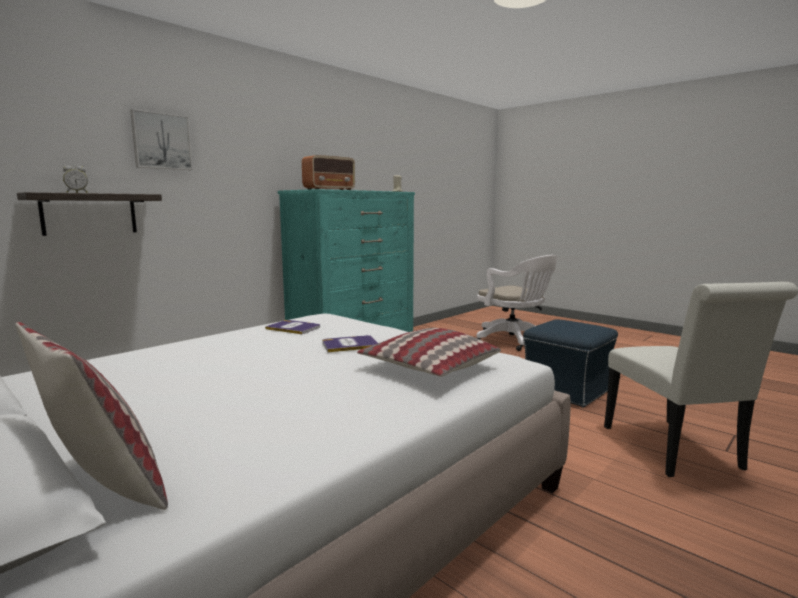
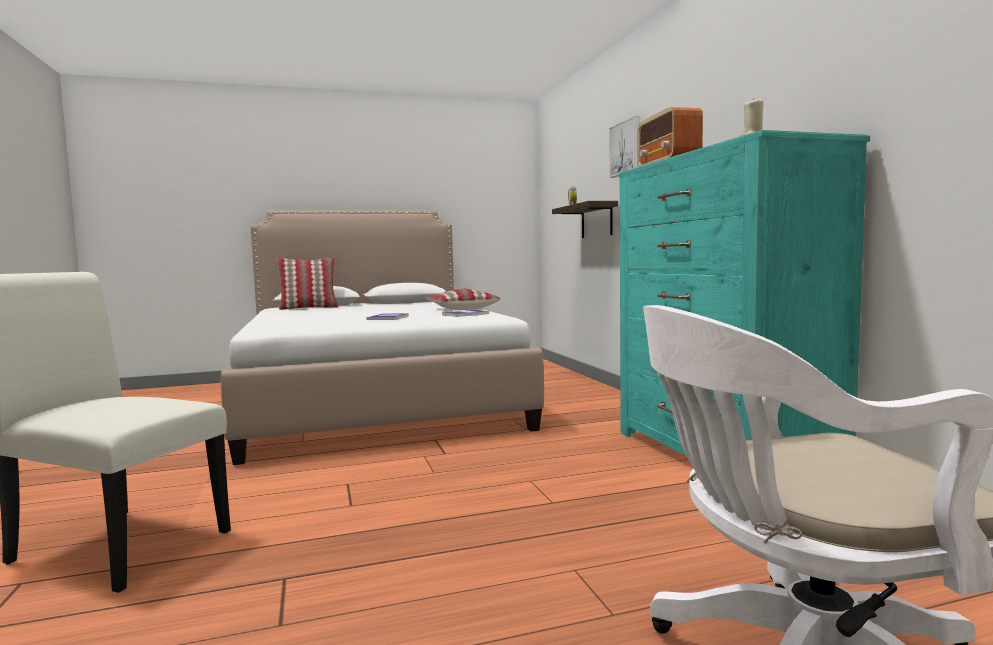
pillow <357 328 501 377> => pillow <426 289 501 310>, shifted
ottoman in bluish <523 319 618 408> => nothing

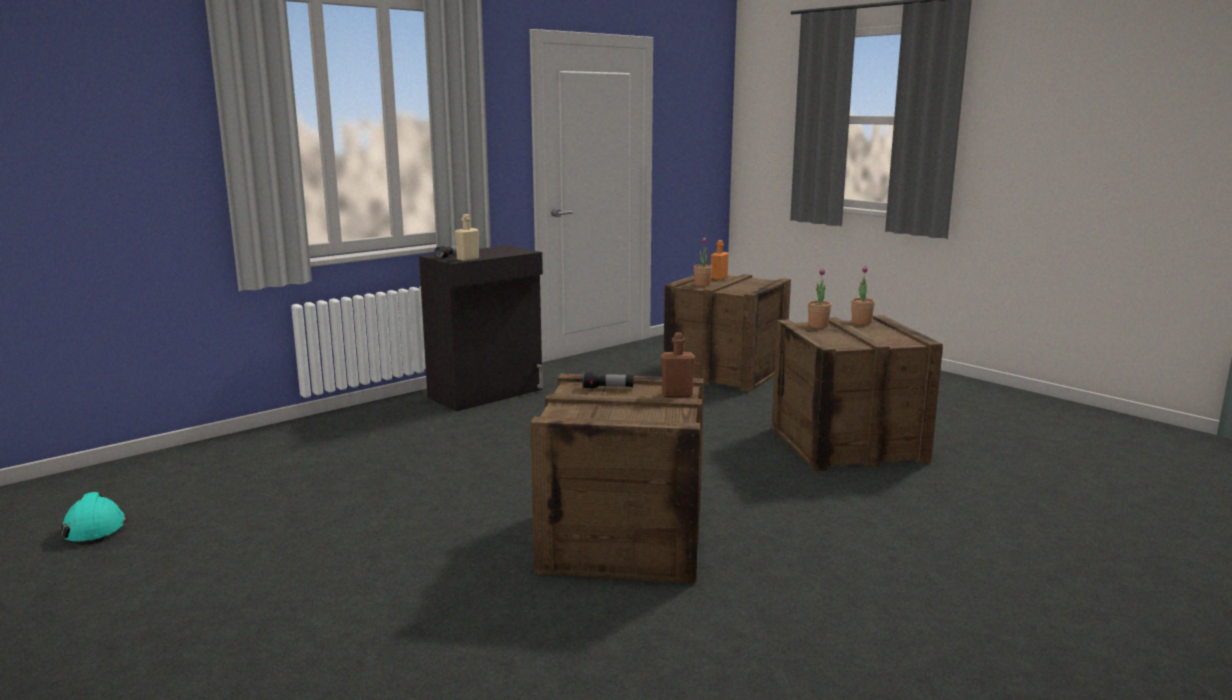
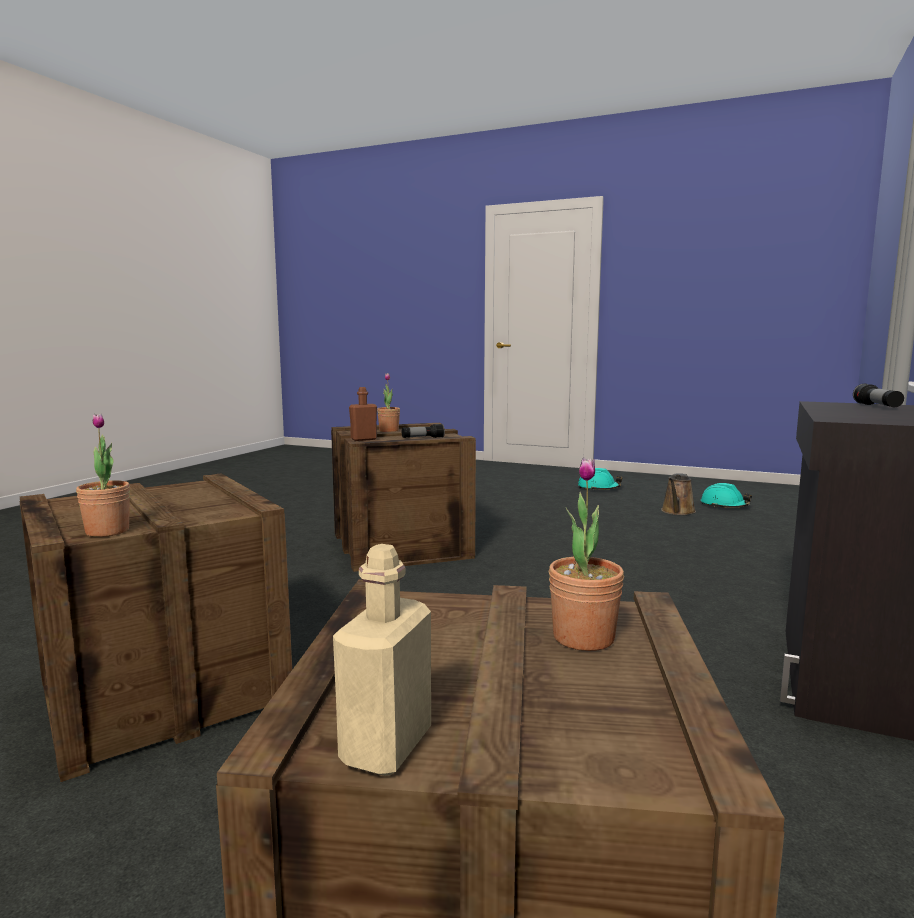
bottle in beige-coloured <455 214 479 261> => bottle in beige-coloured <333 544 431 776>, shifted
houseplant <808 268 832 328> => houseplant <377 373 400 432>, shifted
nothing => hard hat in turquoise-coloured <578 468 623 491>
nothing => watering pot in brown <661 473 696 515>
bottle in orange <711 240 729 280> => nothing

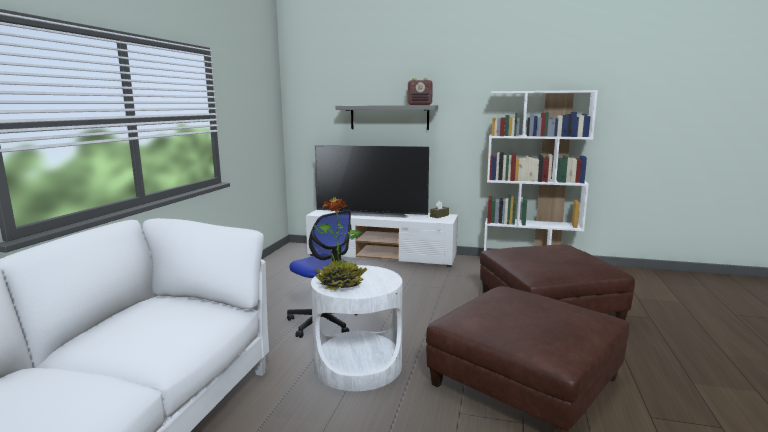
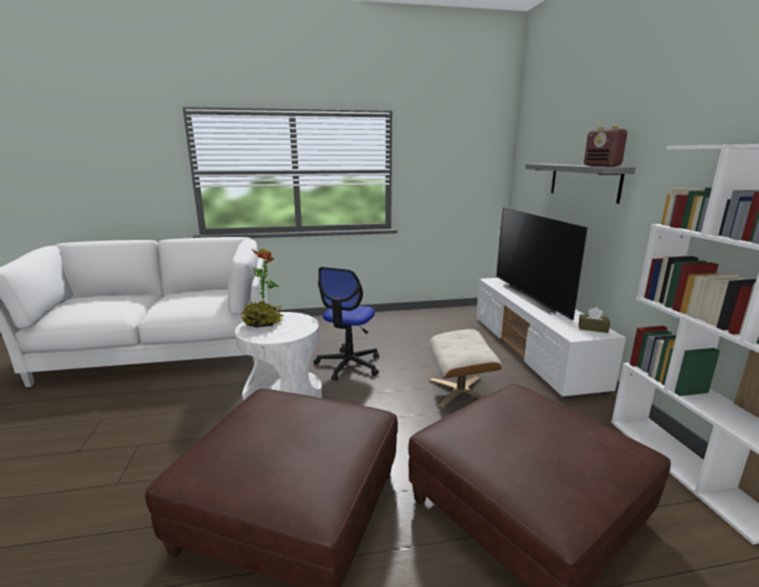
nothing => ottoman in beige-coloured <429 329 502 409>

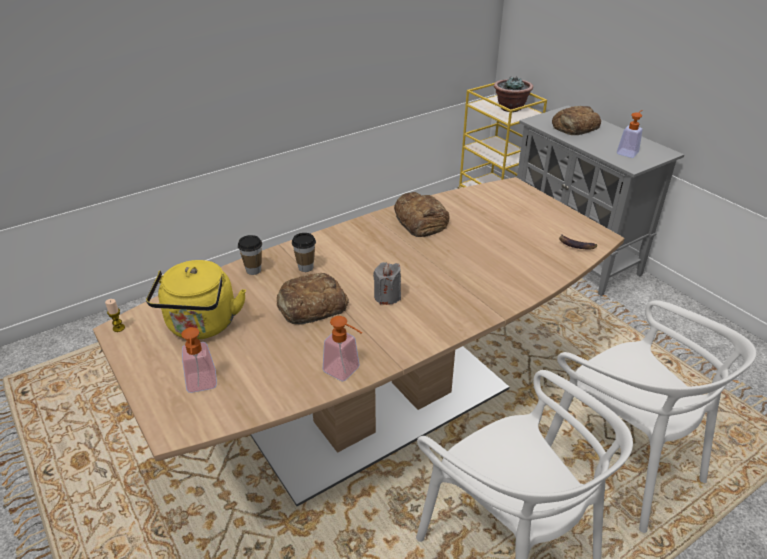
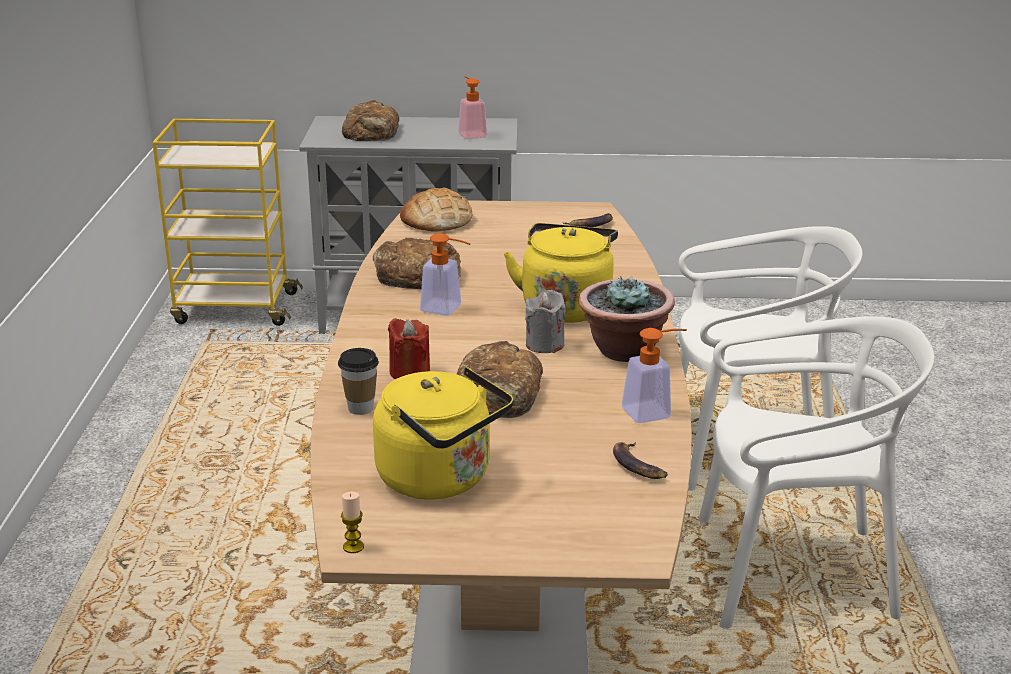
small cup <292 233 316 272> => candle in red-coloured <388 318 430 379>
nothing => baked bread <400 187 472 231>
soap bottle <181 327 217 393> => soap bottle <420 233 471 316>, shifted
nothing => water kettle in yellowish <504 223 618 323>
houseplant <494 76 533 112> => houseplant <579 275 675 362>, shifted
nothing => whole banana <613 442 668 479>

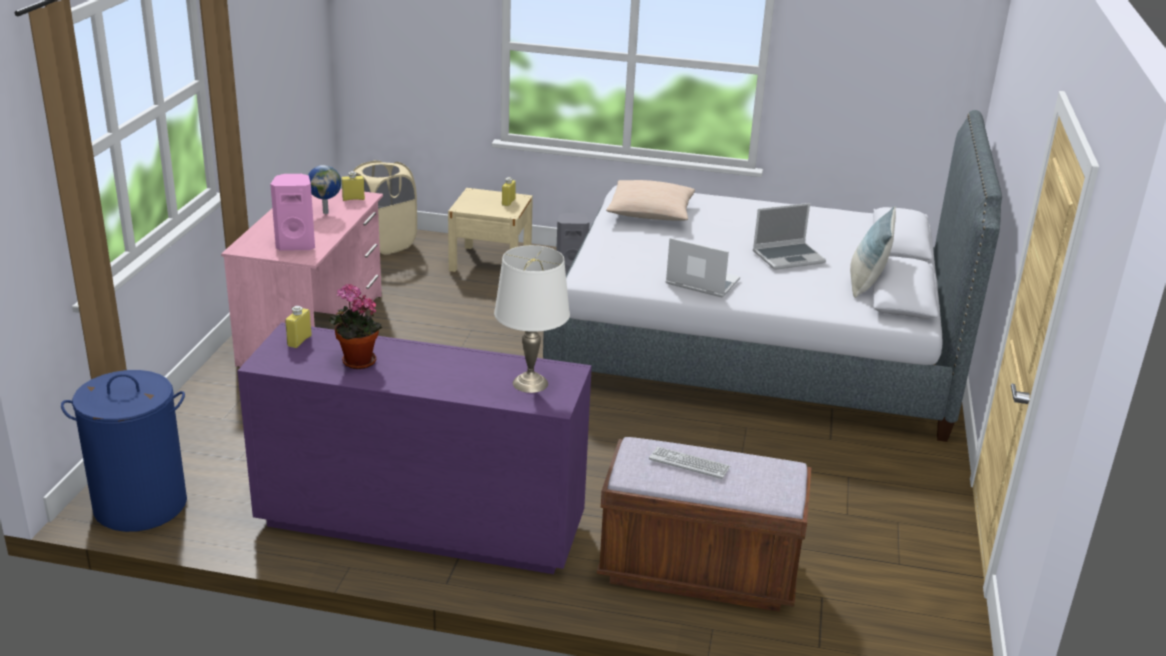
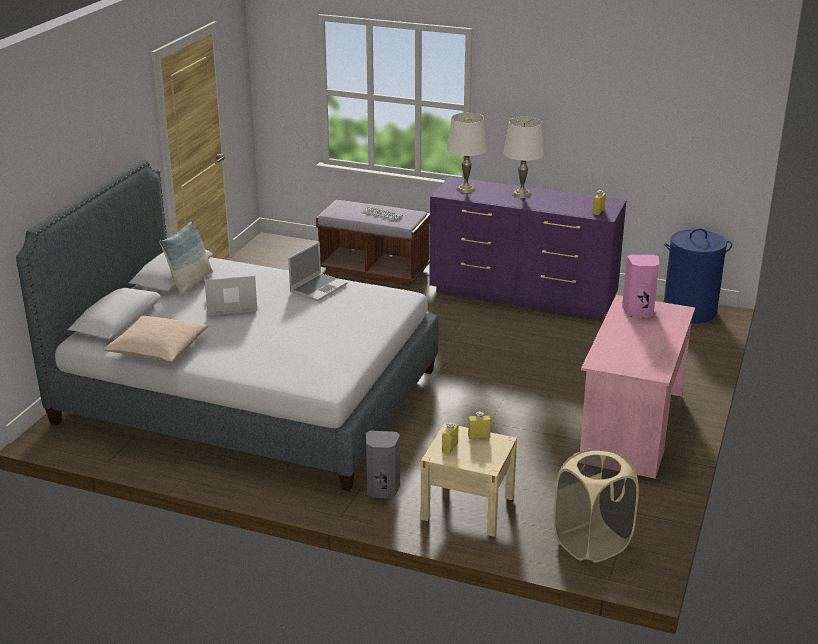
pillow in beige-coloured <606 180 695 221> => pillow in beige-coloured <104 315 208 362>, shifted
laptop <666 238 740 298> => laptop <288 242 348 302>, 90 degrees counterclockwise
bottle in yellowish <341 171 365 201> => bottle in yellowish <468 411 491 439>, shifted
nothing => lamp for a table in white-coloured <504 117 544 198>
world globe <308 165 341 214> => nothing
houseplant <329 284 382 369> => nothing

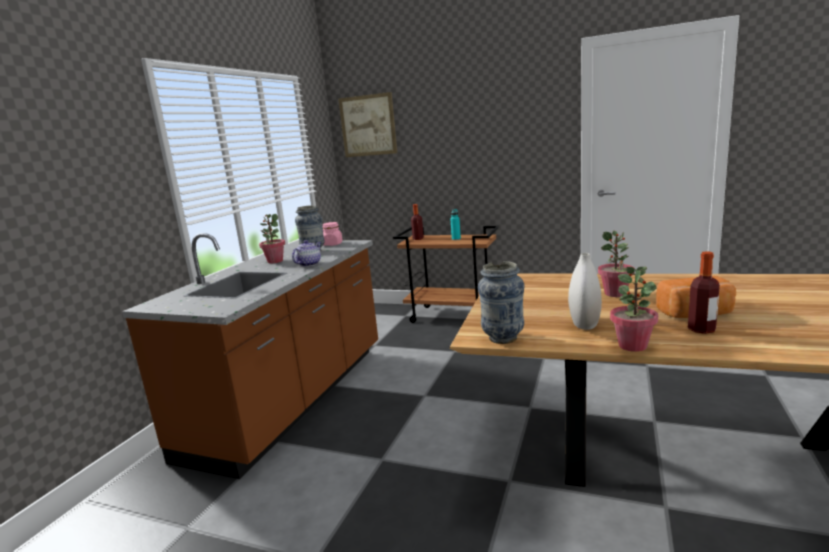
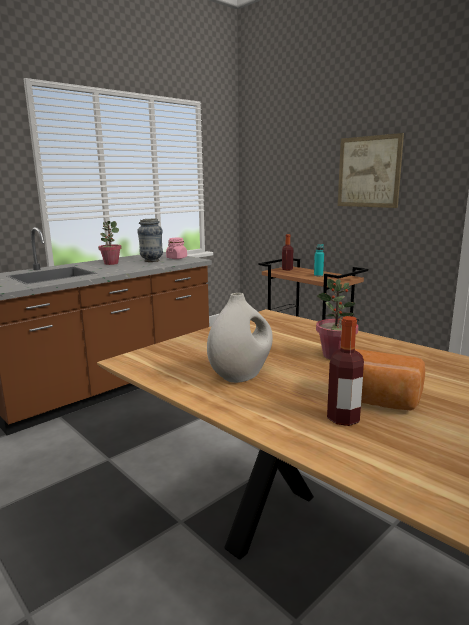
wall picture <338 92 397 157> => wall picture <338 133 404 208>, shifted
pot for tea <292 240 321 267> => nothing
decorative vase <478 261 525 344> => nothing
houseplant <610 267 658 352> => nothing

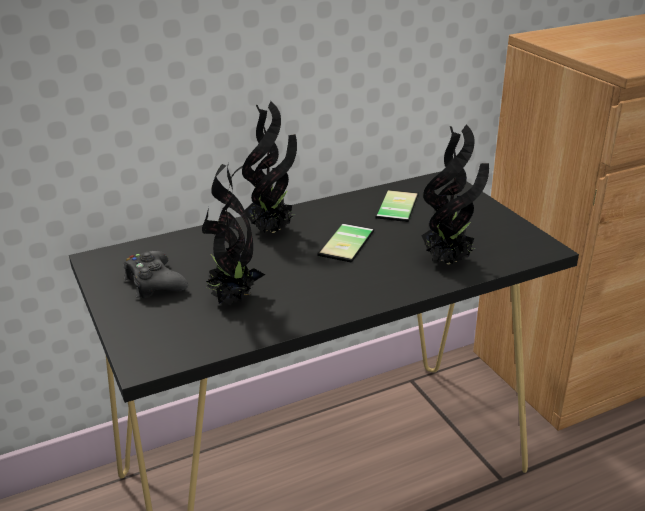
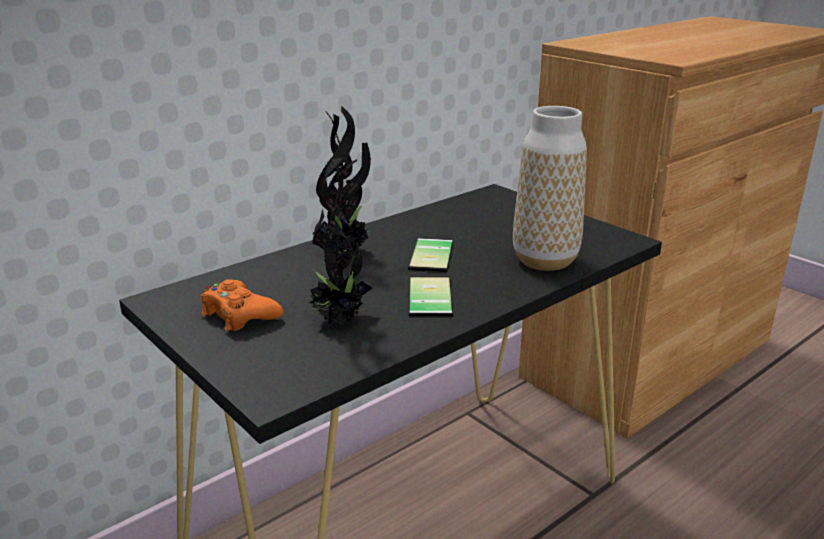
game controller in black-coloured <123 251 188 298> => game controller in orange <200 279 283 331>
phone <376 189 419 222> => phone <409 276 453 317>, shifted
houseplant <421 124 489 264> => decorative vase <513 106 587 271>

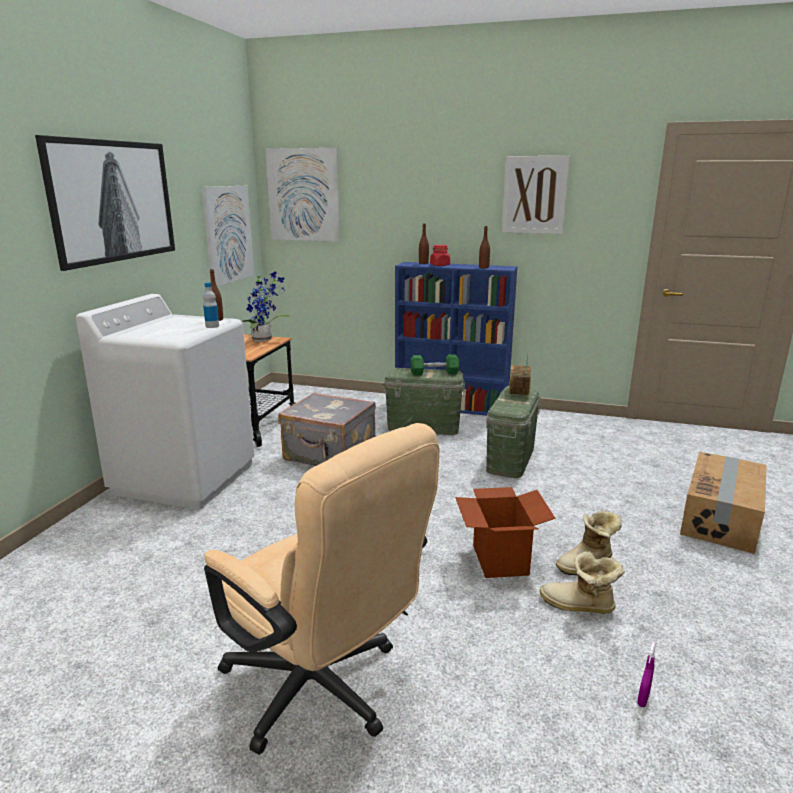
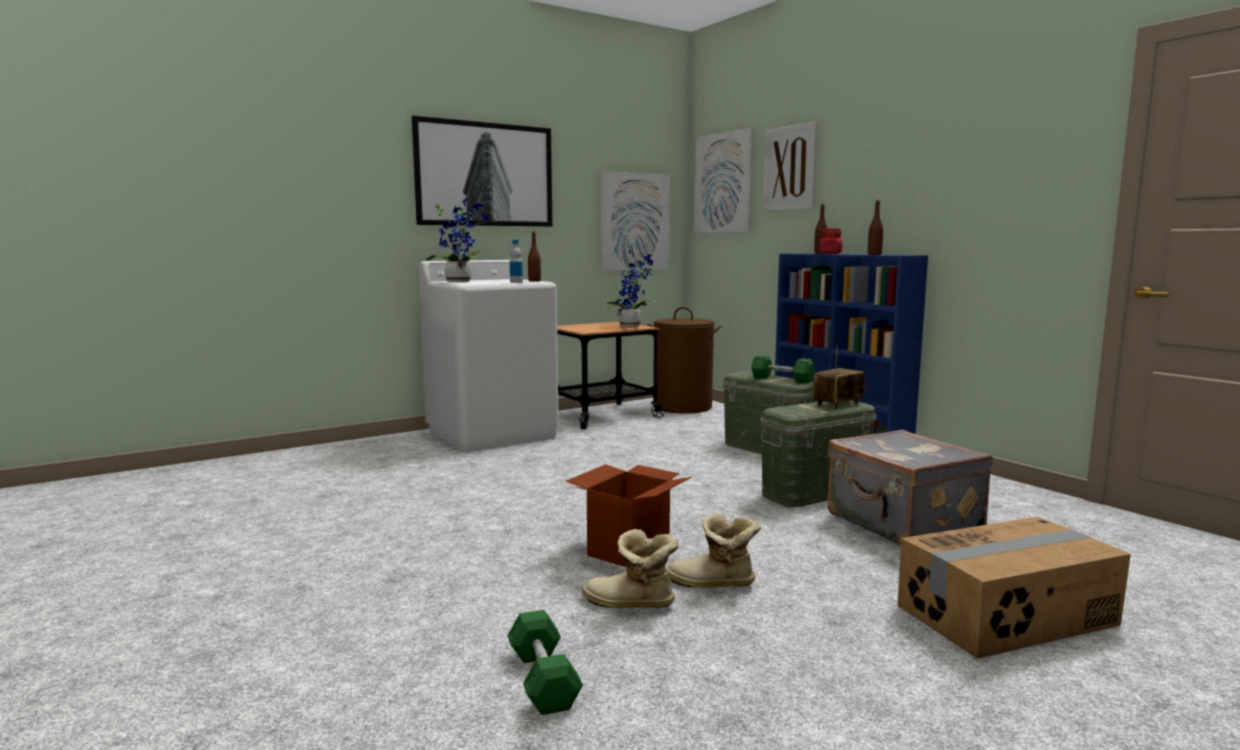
nothing => houseplant <426 198 490 282>
hand sprayer in purplish <637 642 656 707> => hand weight in green-coloured <508 610 583 715>
tall boot <540 551 625 614> => tall boot <582 529 679 608>, 45 degrees counterclockwise
nothing => washing basket in brown <647 307 722 414>
wall picture <502 156 570 234> => wall picture <763 122 818 211>, shifted
piece of luggage in greyish <278 392 376 466> => piece of luggage in greyish <828 430 993 546>, shifted
computer chair in beige-coloured <204 423 439 755> => nothing

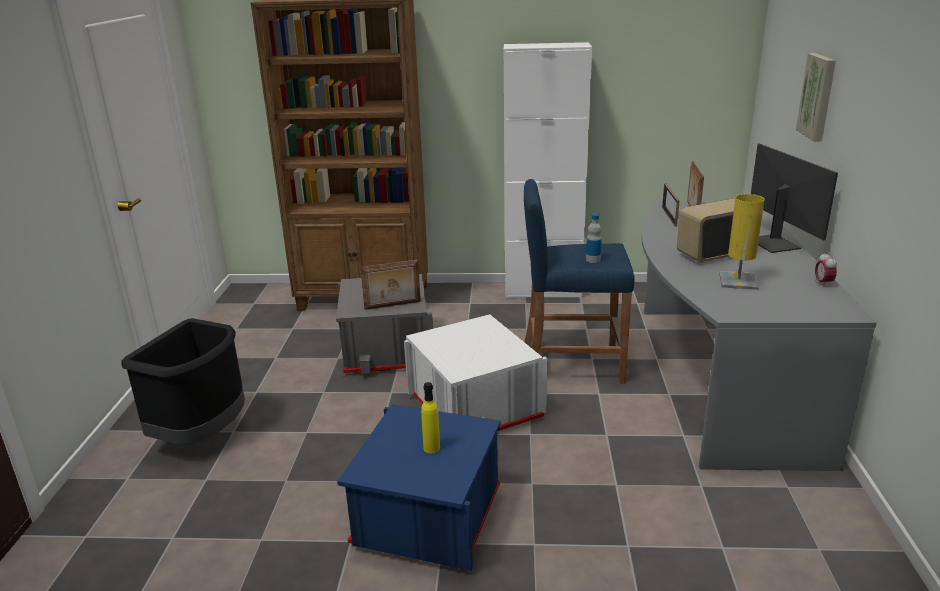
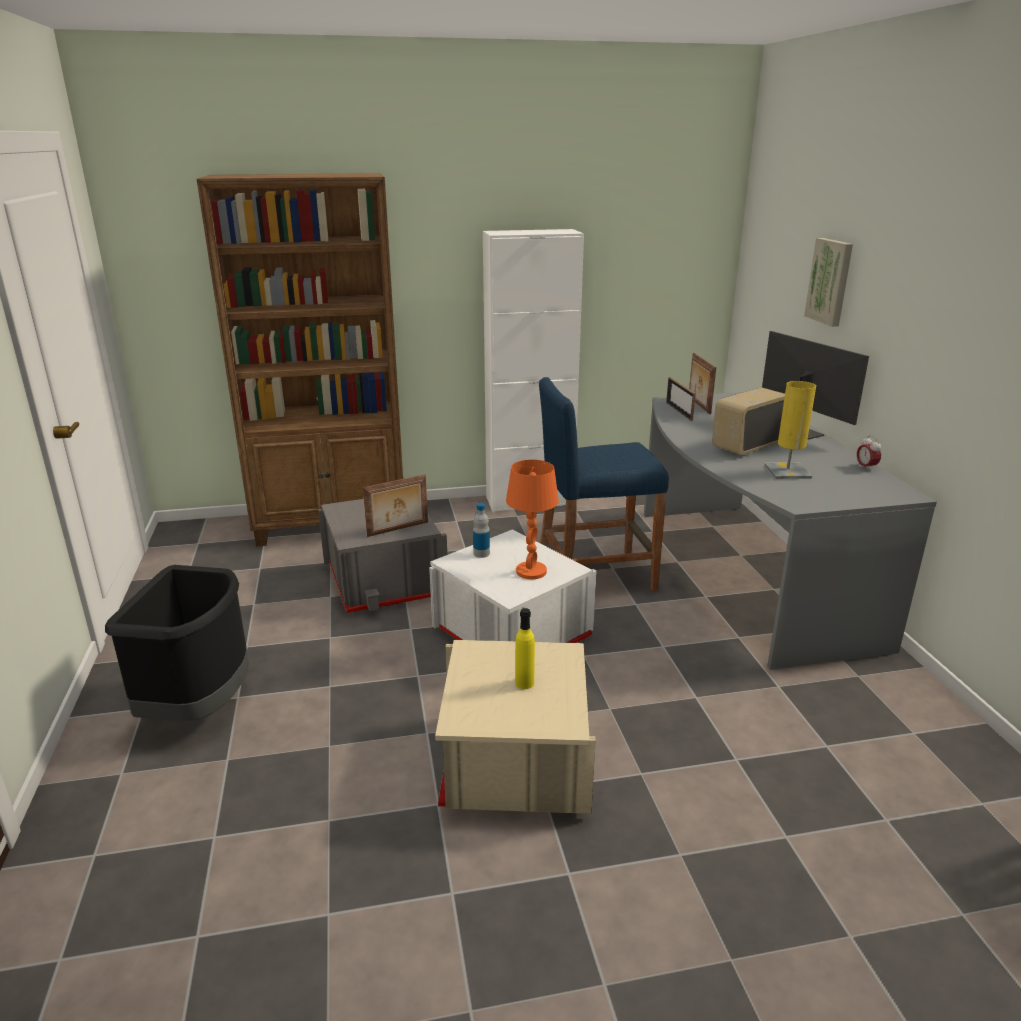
storage box in bluish <337 404 501 571> => storage box in beige-coloured <435 640 596 814>
bottle <586 213 602 263> => bottle <473 503 490 558>, shifted
nothing => lamp for a table in orange <506 460 559 579>

